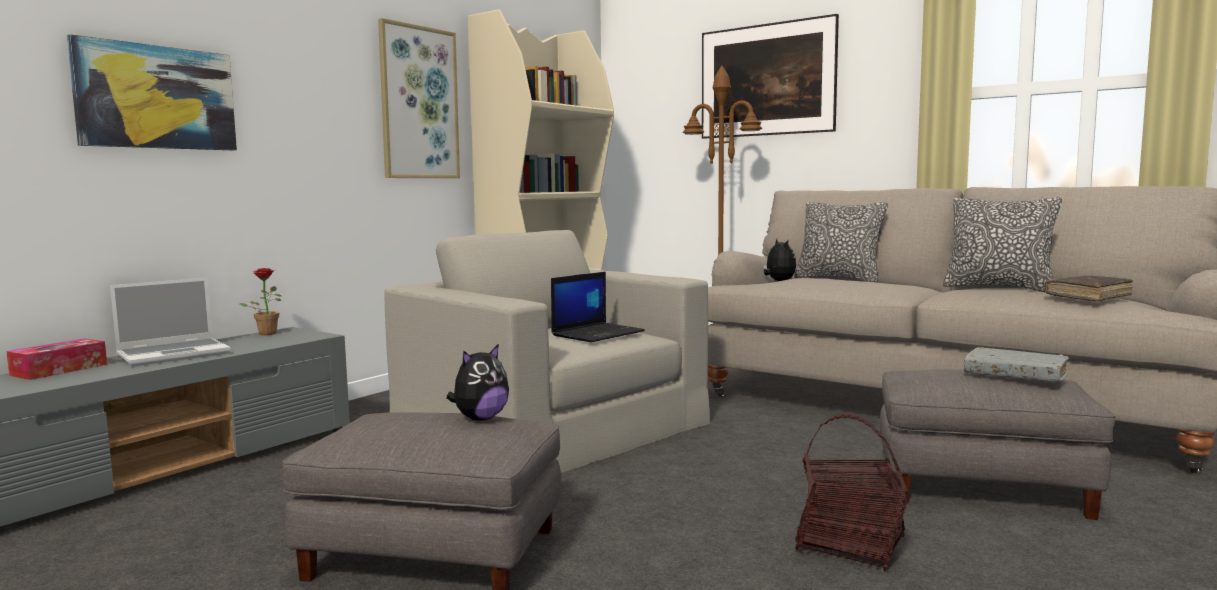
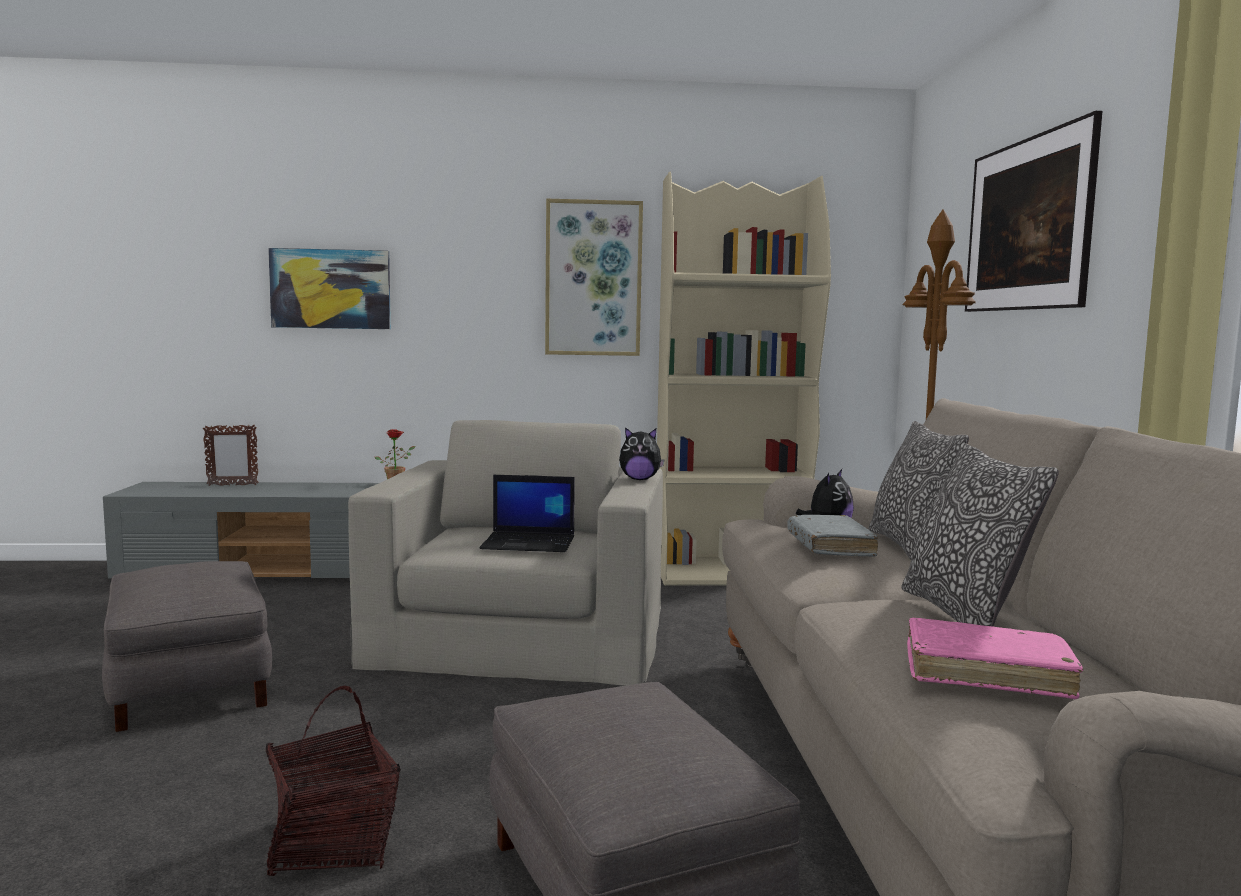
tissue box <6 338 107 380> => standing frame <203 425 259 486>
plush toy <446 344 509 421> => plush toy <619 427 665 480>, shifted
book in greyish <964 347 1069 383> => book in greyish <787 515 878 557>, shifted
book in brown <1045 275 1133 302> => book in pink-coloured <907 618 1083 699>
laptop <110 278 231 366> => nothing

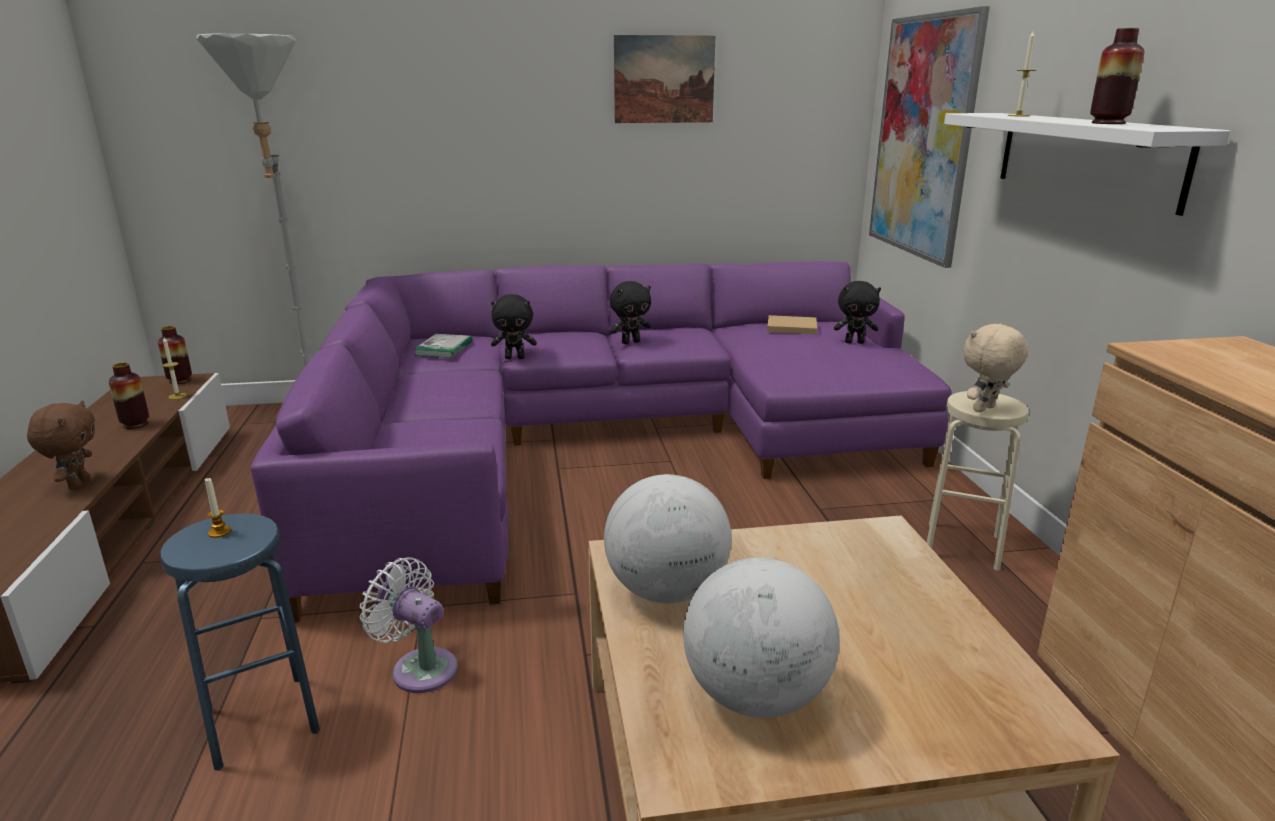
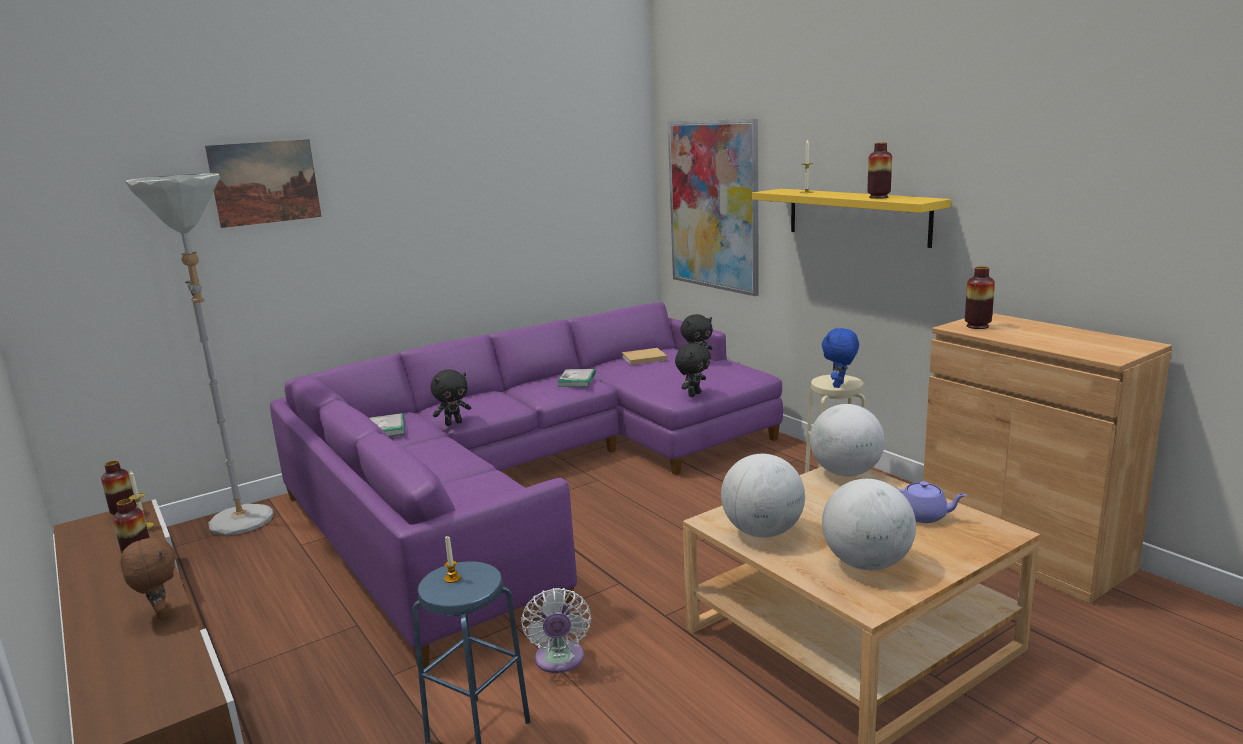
wall picture <614 35 715 123> => wall picture <205 139 322 228>, shifted
fan in white-coloured <360 557 458 693> => fan in white-coloured <521 588 591 673>, 105 degrees counterclockwise
nothing => book <557 369 596 387>
plush toy in black-coloured <610 281 651 344> => plush toy in black-coloured <675 343 711 397>, shifted
shelf in white-coloured <944 113 1230 216> => shelf in yellowish <752 189 951 248>
nothing => world globe <810 404 885 476>
plush toy in beige-coloured <963 323 1028 412> => plush toy in bluish <822 328 859 388>
nothing => pot for tea in purplish <898 481 967 523>
nothing => decorative vase <965 266 995 329>

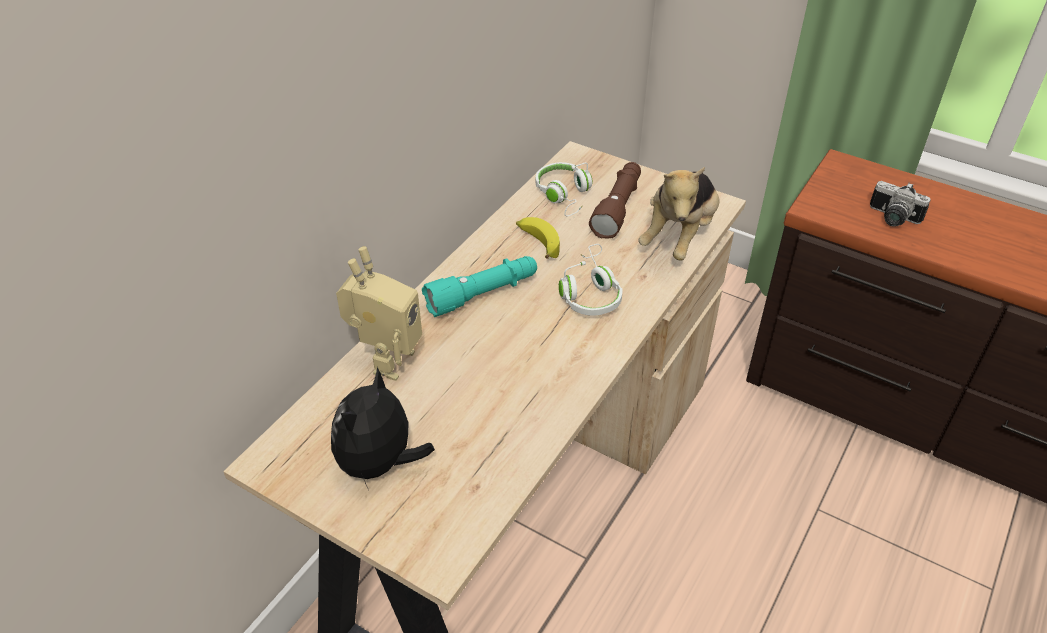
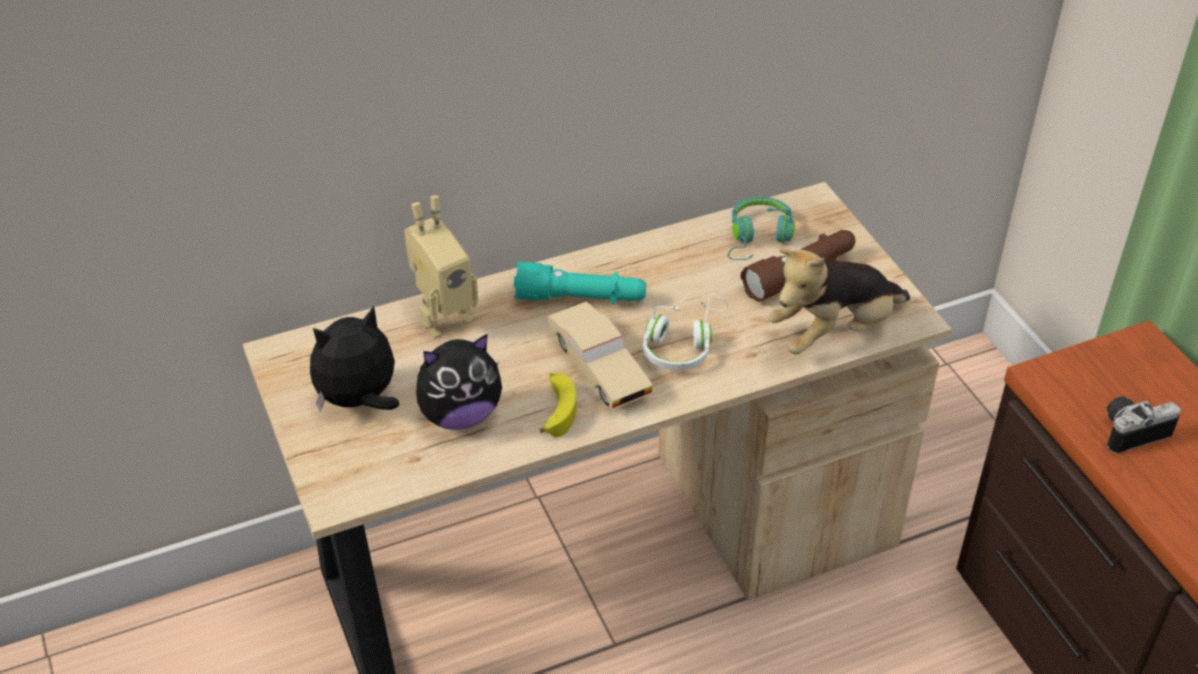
nothing => plush toy <416 334 502 430>
whole banana <516 217 560 259> => whole banana <540 373 576 437>, shifted
nothing => model car in beige-coloured <547 302 653 410>
headset in white-coloured <536 162 593 217> => headset in turquoise-coloured <728 197 795 260>
still camera <870 181 931 227> => still camera <1107 396 1181 454>, 90 degrees clockwise

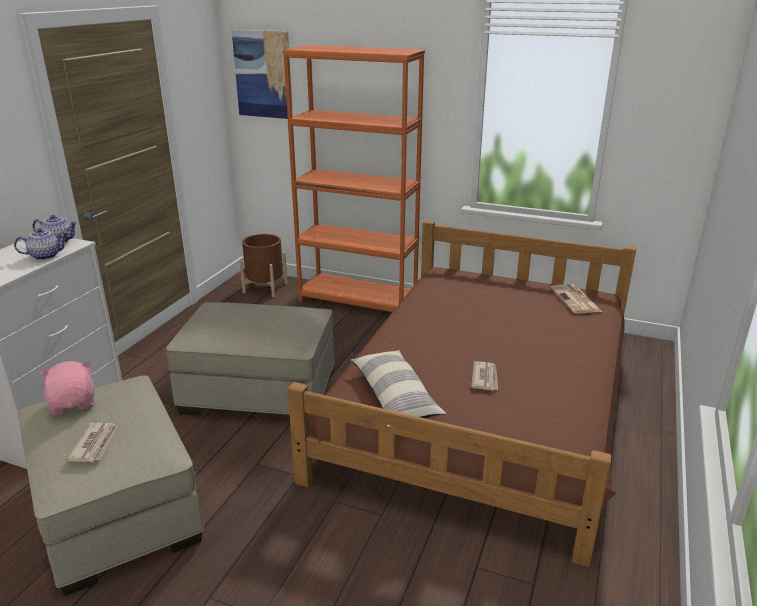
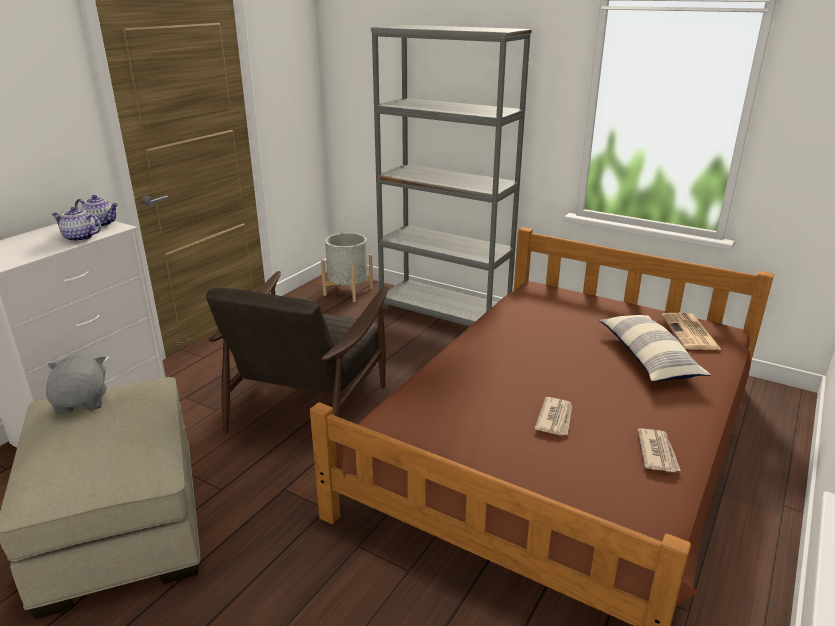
plush toy in pink-coloured <39 361 95 416> => plush toy in greyish <46 355 107 414>
pot for tea <14 228 68 260> => pot for tea <52 207 101 242>, 150 degrees counterclockwise
ottoman in beige-coloured <166 302 335 419> => easy chair in brown <206 271 389 434>
planter in brown <240 234 288 297> => planter in greyish <321 233 373 302>
shelving unit in orange <283 45 425 312> => shelving unit in greyish <371 25 532 327>
pillow <350 350 446 427> => pillow <599 315 711 382>, shifted
printed paper <66 423 118 462> => printed paper <638 428 681 472>, shifted
wall picture <231 29 293 119> => nothing

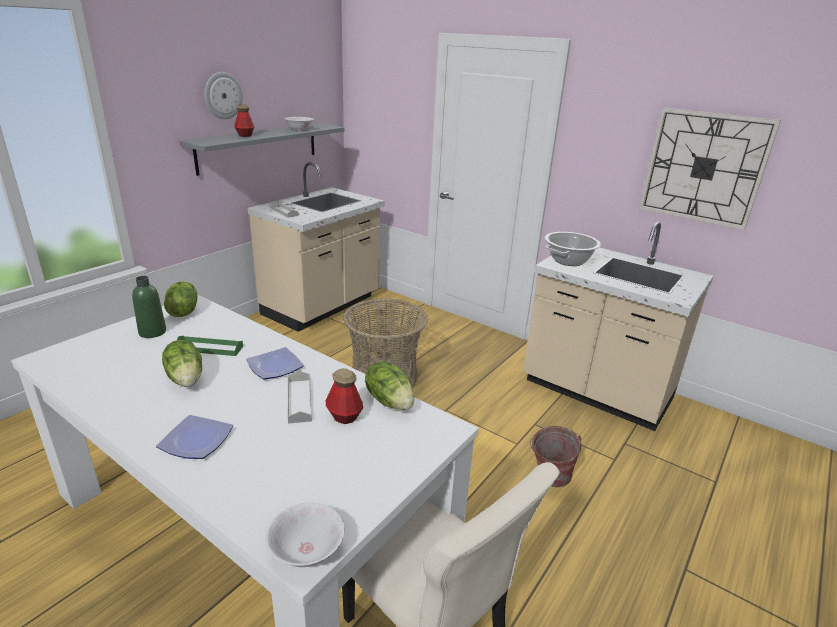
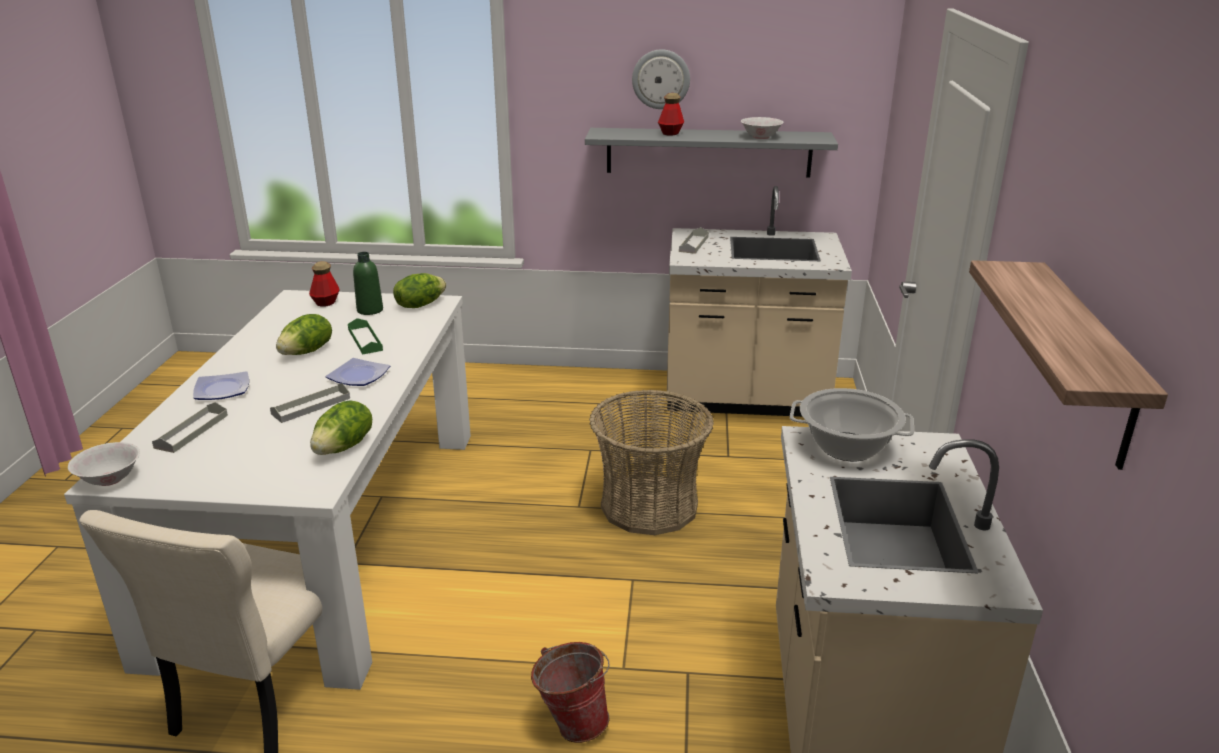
nothing => tray in greyish <152 402 228 453>
bottle <326 368 363 424> => bottle <309 261 340 307>, shifted
wall clock <639 108 781 230> => shelf <969 260 1168 470>

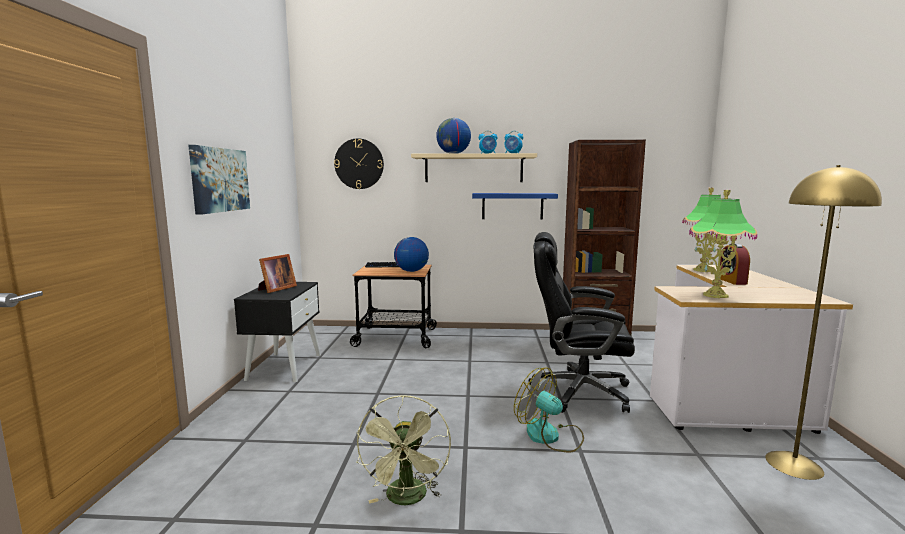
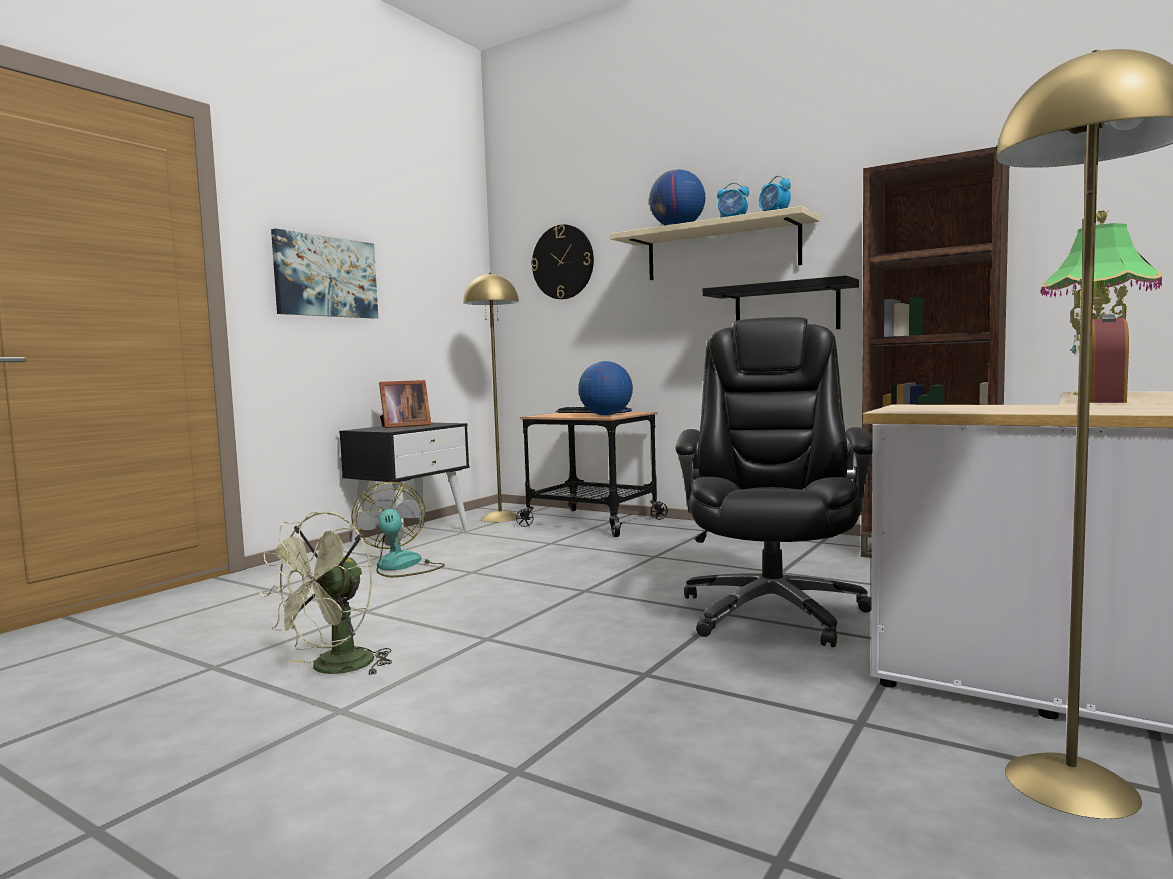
fan <514 368 584 452> => fan <351 482 445 577>, shifted
nothing => floor lamp in yellowish <463 273 520 522>
computer chair in black-coloured <529 232 635 413> => computer chair in black-coloured <675 317 872 647>, 60 degrees clockwise
shelf in bluish <472 193 558 220> => shelf in black-coloured <702 275 859 329>
lamp for a table <689 190 757 298> => nothing

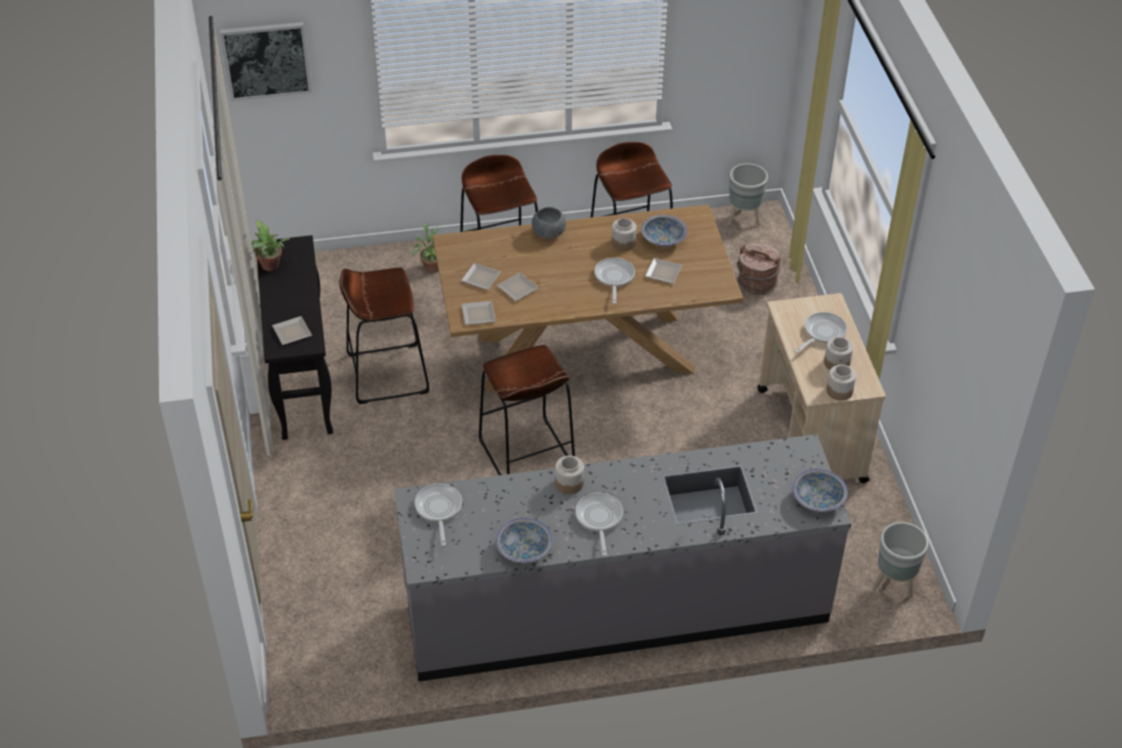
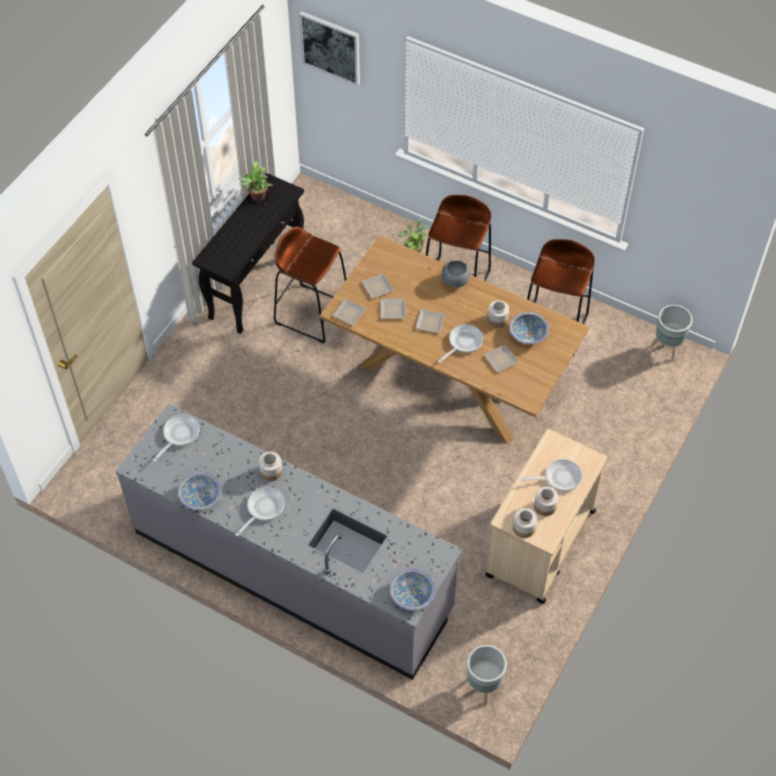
flat dish <272 316 312 345> => flat dish <415 309 445 333>, shifted
stool seat in brown <479 345 575 475> => nothing
water bucket in brown <737 243 781 295> => nothing

